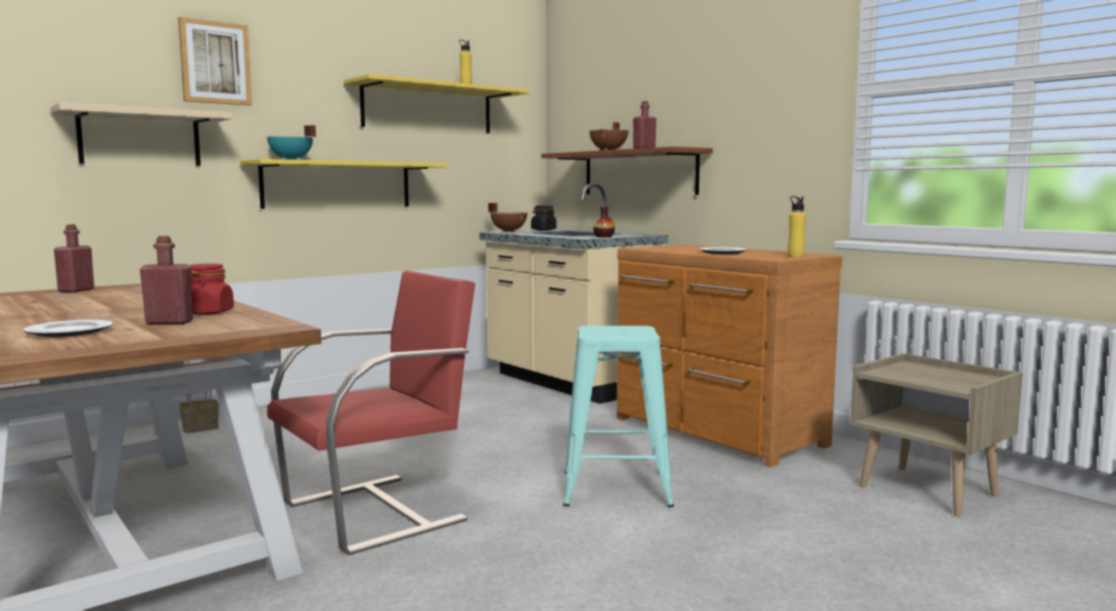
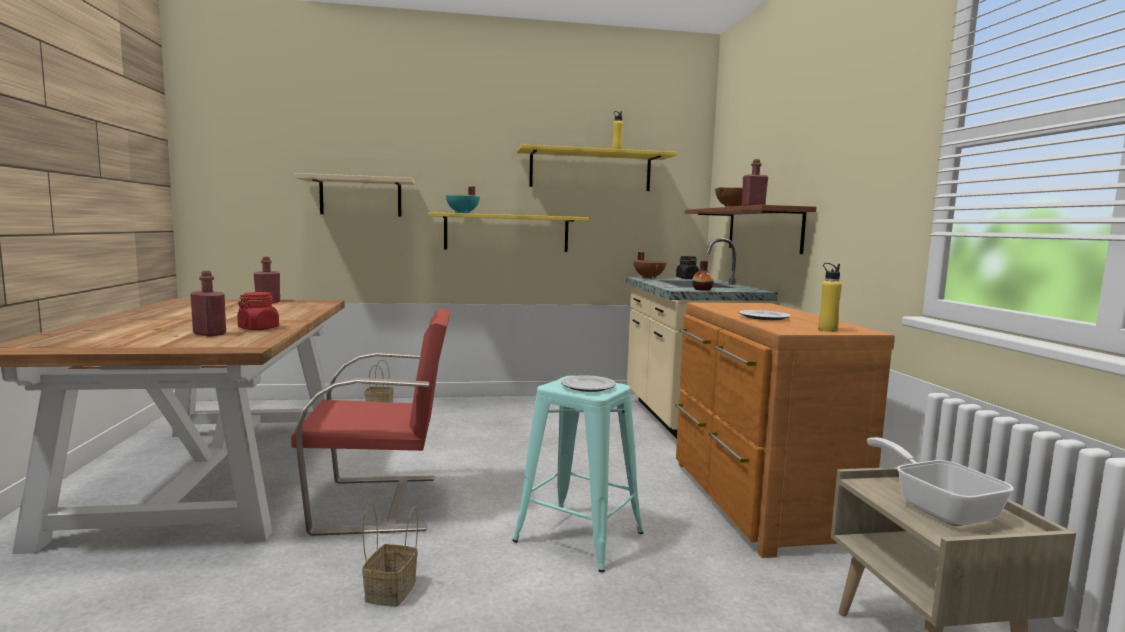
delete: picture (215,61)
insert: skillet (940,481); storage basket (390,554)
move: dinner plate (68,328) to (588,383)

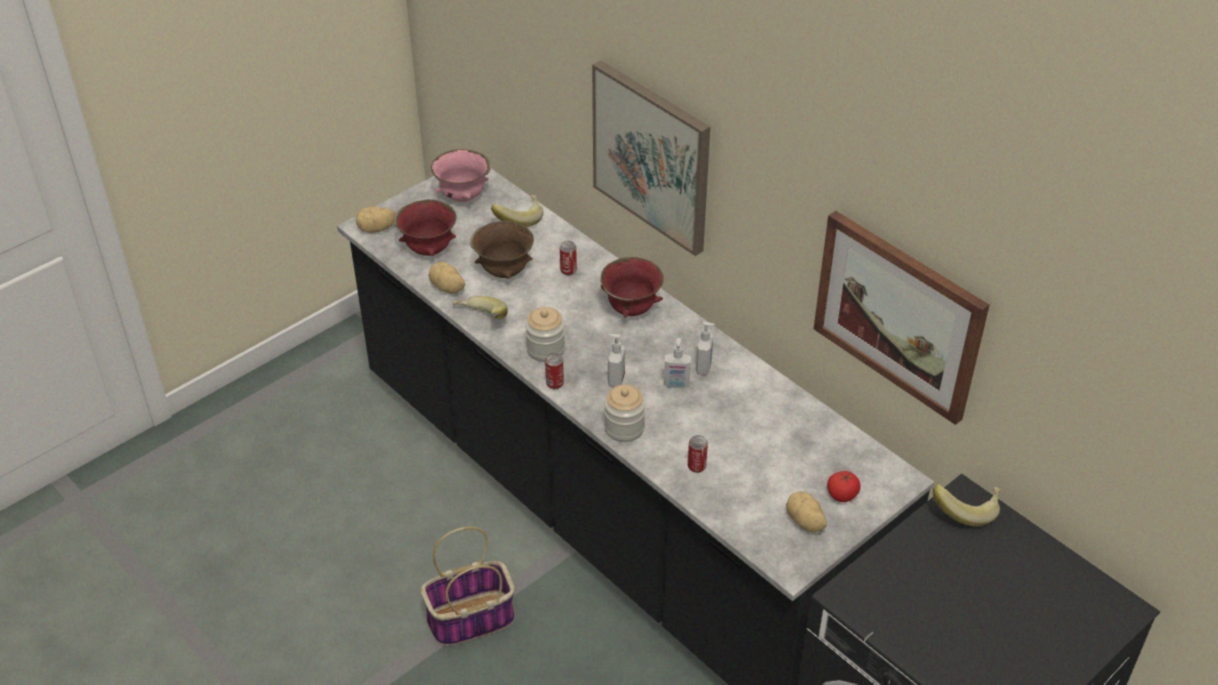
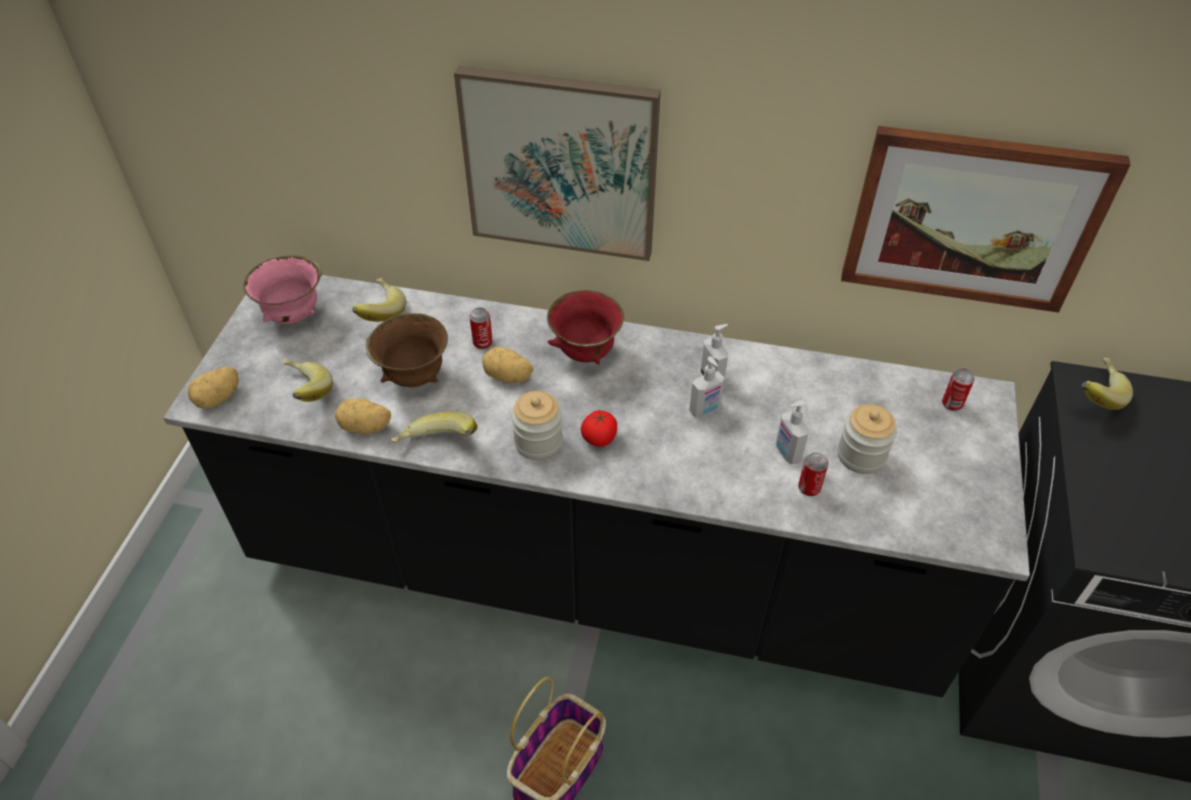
move: soap dispenser (616,360) to (792,432); can (554,371) to (958,389); jar (625,413) to (867,439); tomato (844,486) to (599,428); potato (806,512) to (507,365)
replace: bowl (reddish) (425,227) to banana (308,380)

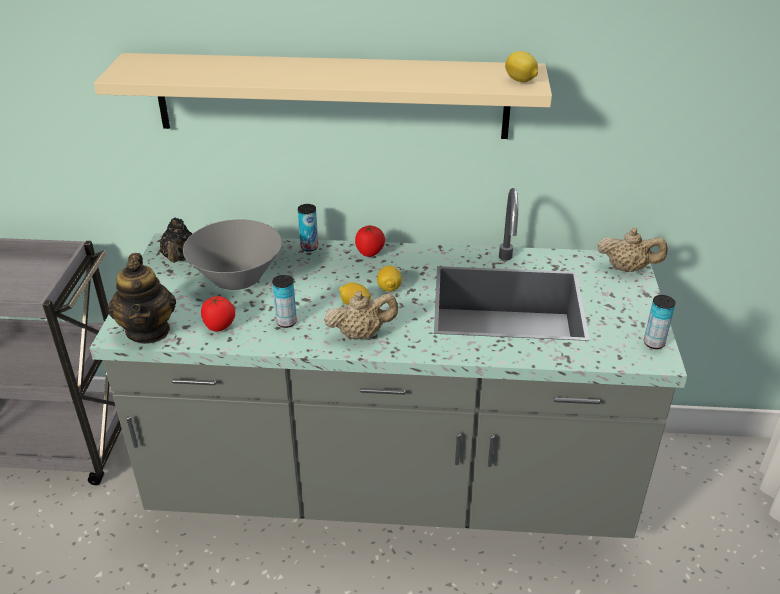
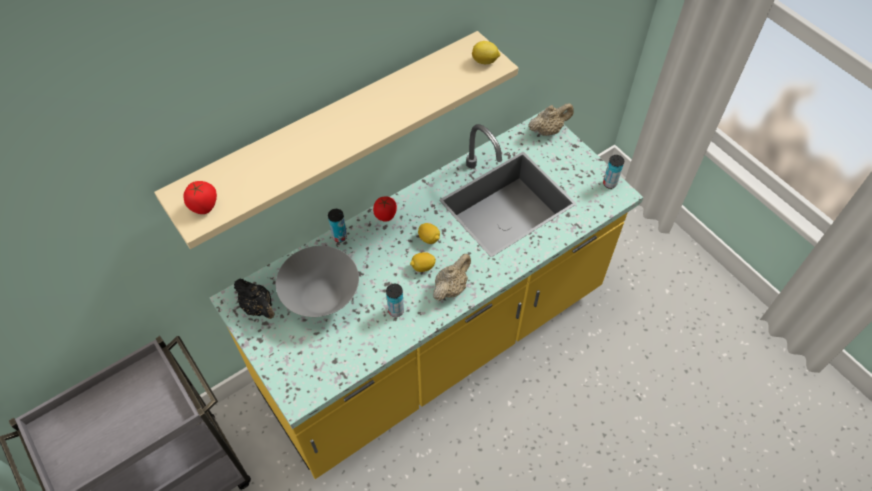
delete: teapot (141,298)
move: tomato (218,314) to (200,197)
recolor: kitchen counter (greyish) (388,363) to kitchen counter (yellow) (426,294)

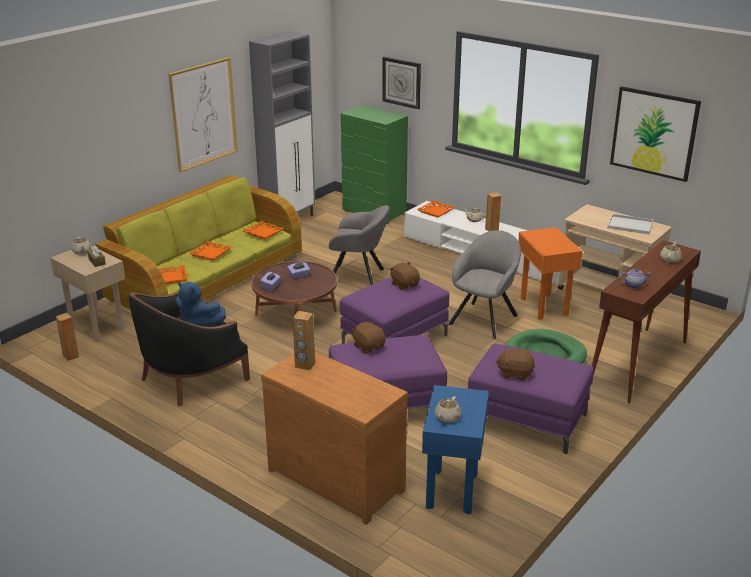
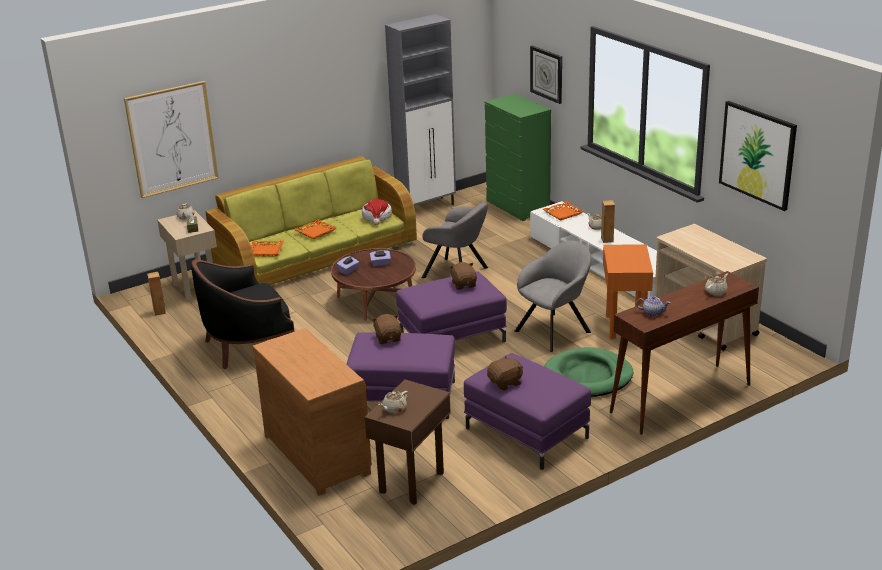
delete: serving tray (white-coloured) (630,224); soft toy (blue-coloured) (200,304); speaker (brown) (304,340)
move: picture (203,114) to (171,139)
replace: serving tray (orangey) (263,230) to clothing hat (377,212)
recolor: side table (blue-coloured) (455,449) to side table (brown) (408,442)
rotate: soft toy (brown) (515,364) = (505,373) 120 degrees clockwise

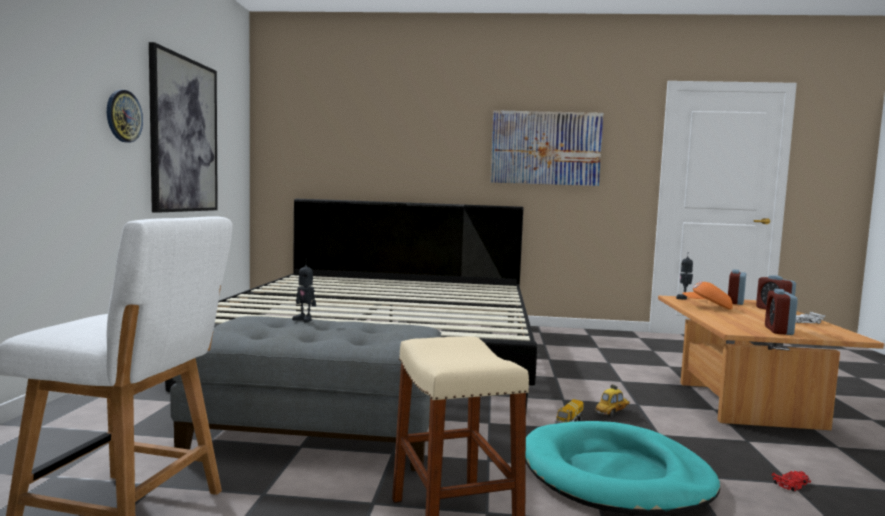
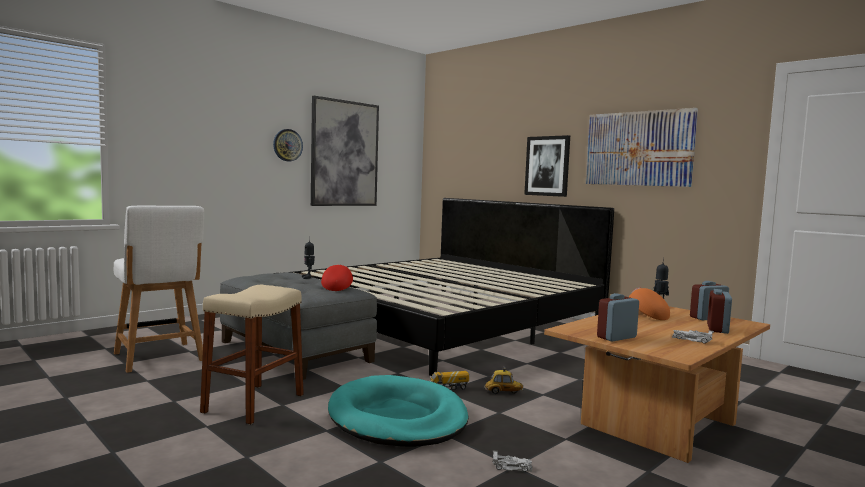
insert: picture (547,166); peaked cap (reddish) (337,277)
recolor: miniature car (reddish) (791,481) to miniature car (white-coloured) (512,461)

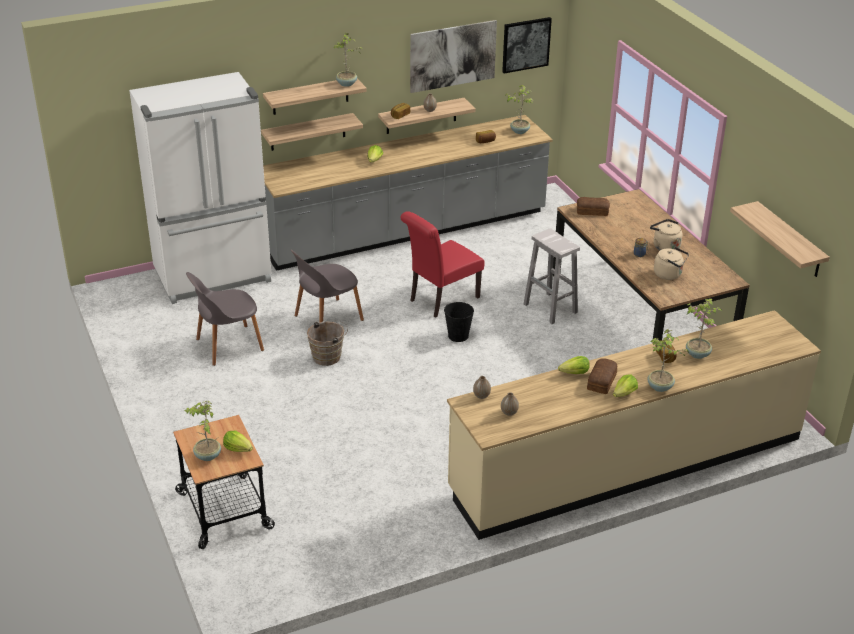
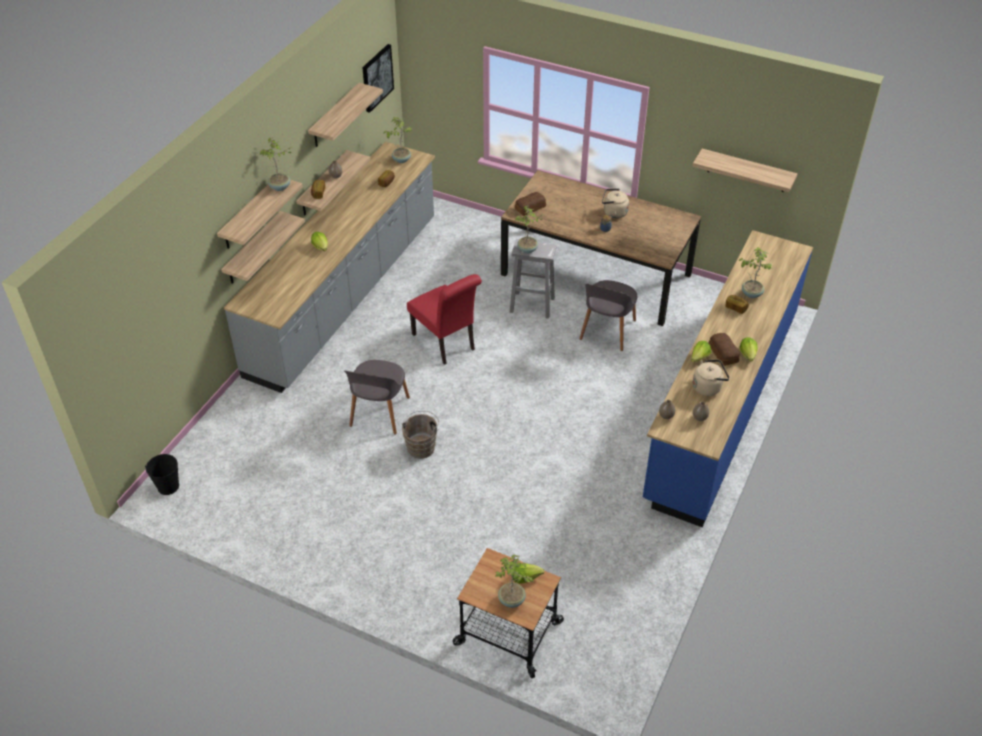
delete: kitchen fridge (white-coloured) (200,188)
move: water kettle (beige) (671,263) to (711,378); upright chair (greyish) (225,319) to (608,315); pail (black-coloured) (459,322) to (162,474); houseplant (668,360) to (529,229)
replace: picture (453,56) to bracket shelf (345,115)
recolor: kitchen counter (beige) (634,425) to kitchen counter (blue-coloured) (728,378)
rotate: upright chair (reddish) (443,264) = (444,319) 45 degrees counterclockwise

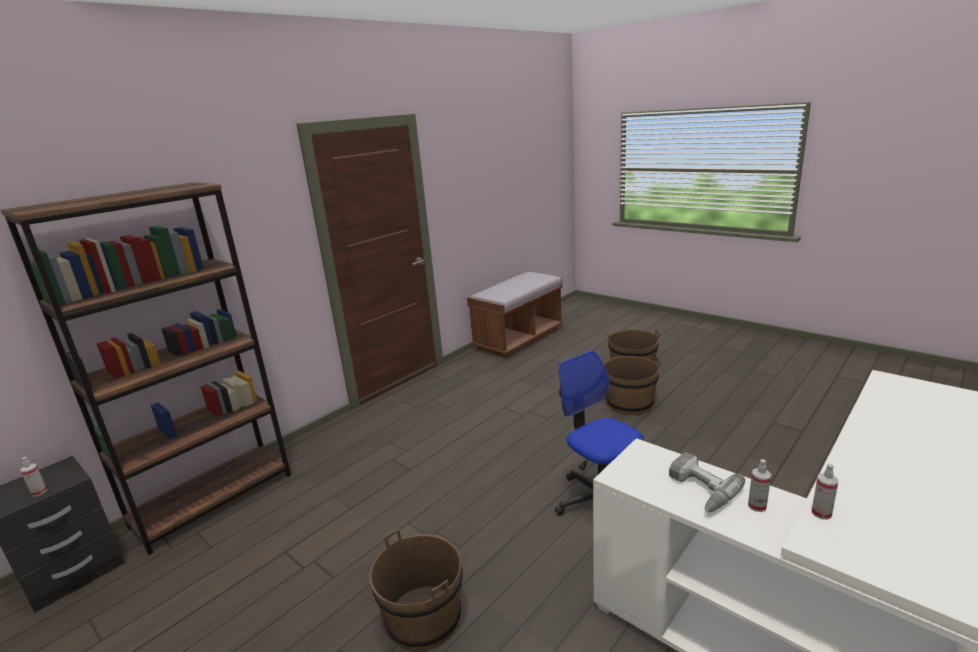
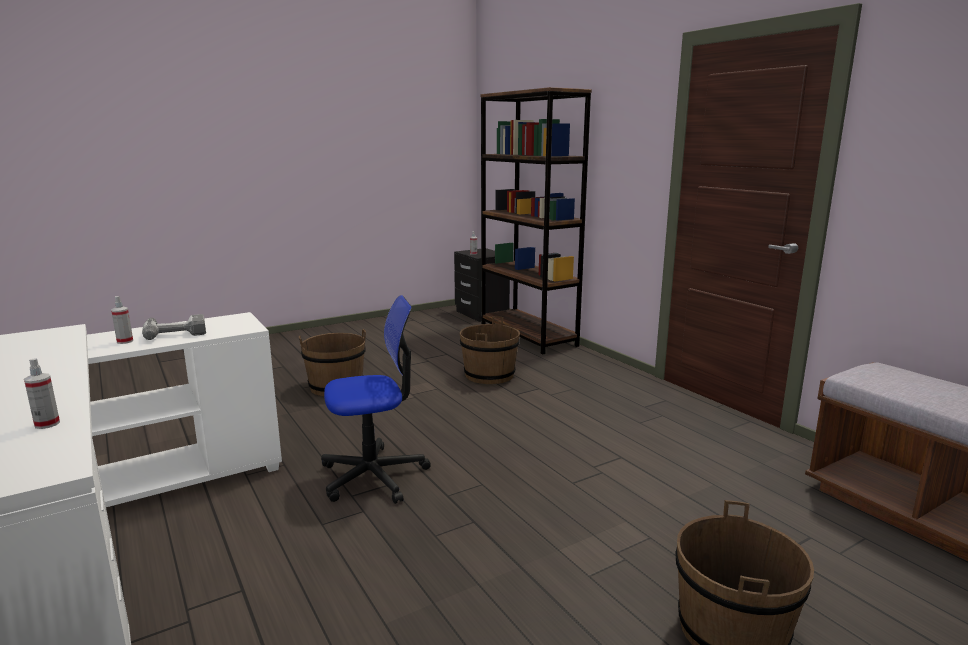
move: pail (brown) (631,385) to (490,350); hand sprayer (825,492) to (42,393)

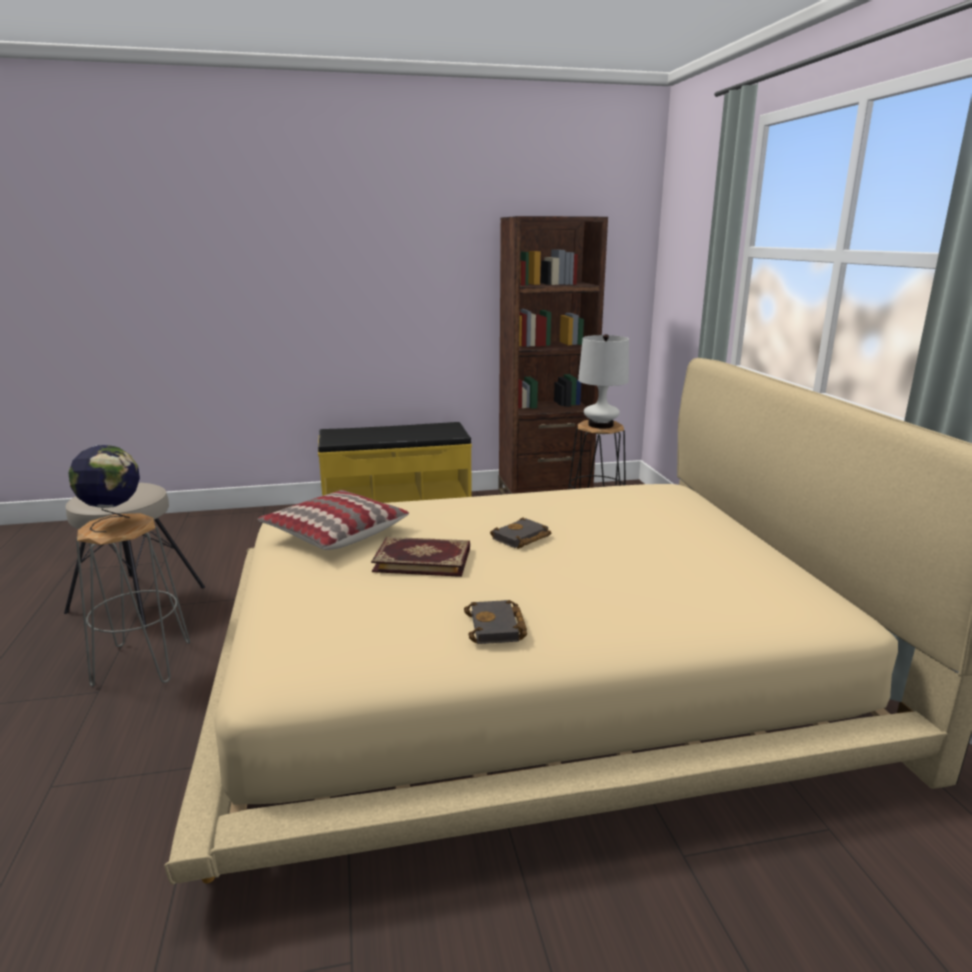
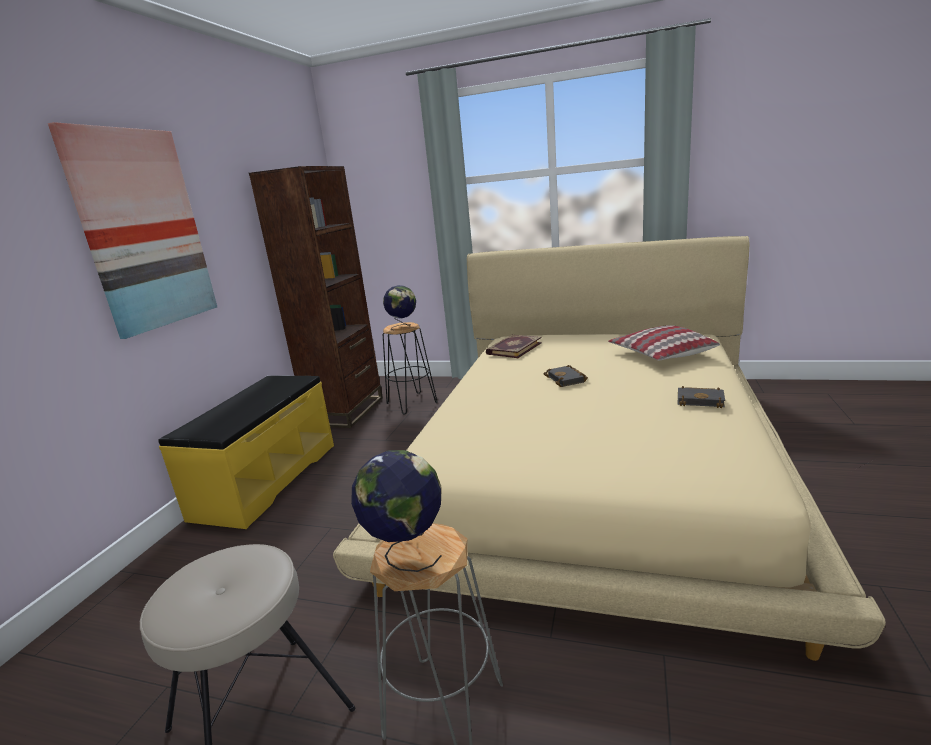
insert: picture (132,230)
move: pillow (333,520) to (664,343); volume (420,557) to (514,346)
replace: tabletop lamp (white-coloured) (603,381) to desk globe (399,307)

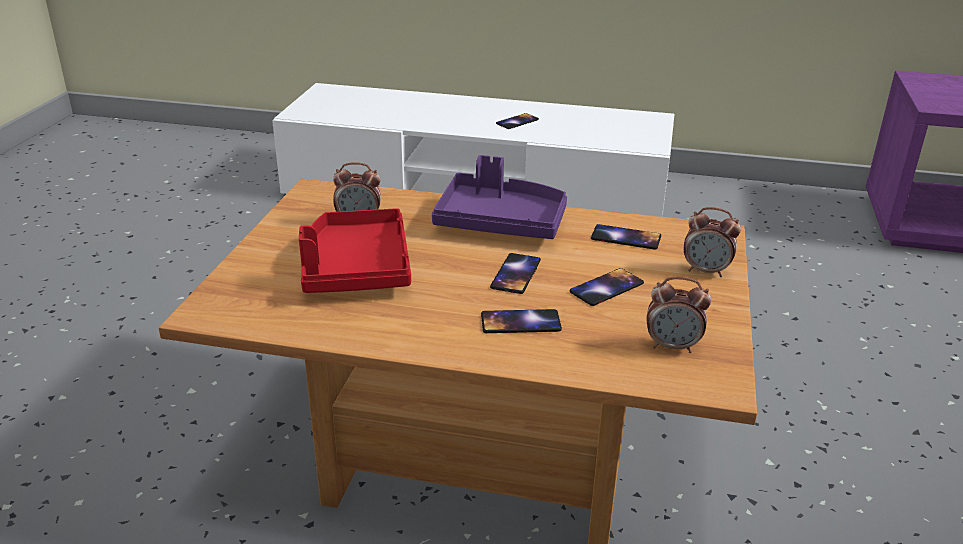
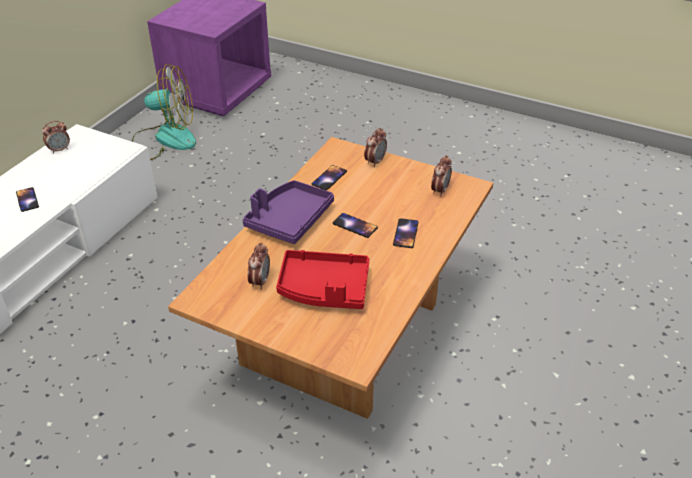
delete: phone (607,287)
insert: fan (164,112); bedside clock (56,137)

